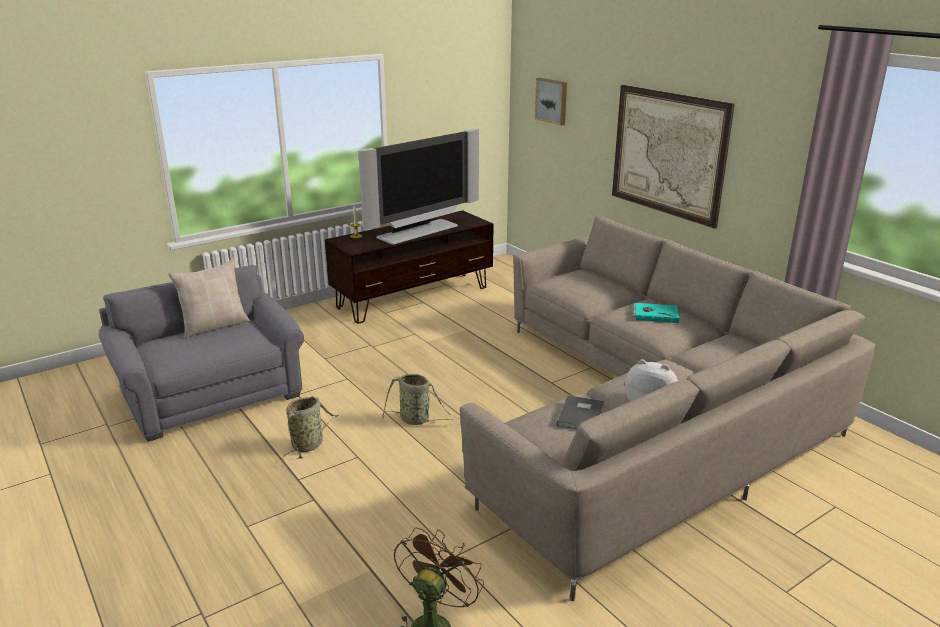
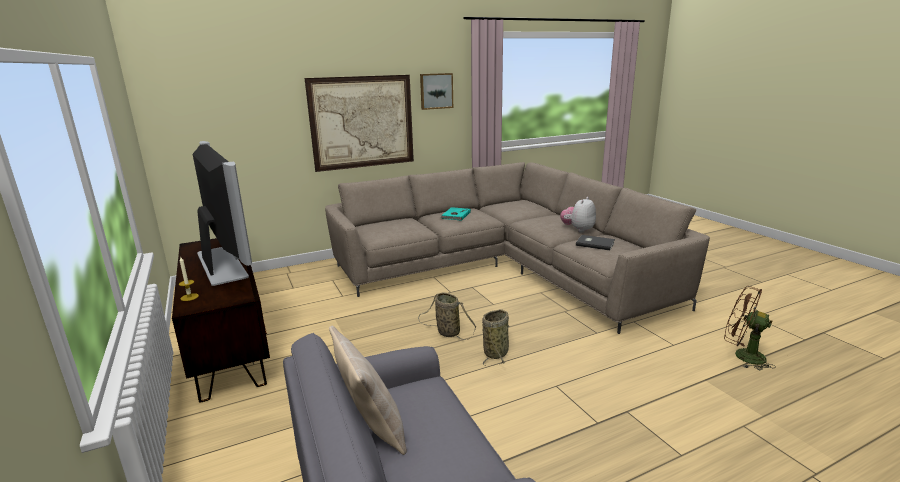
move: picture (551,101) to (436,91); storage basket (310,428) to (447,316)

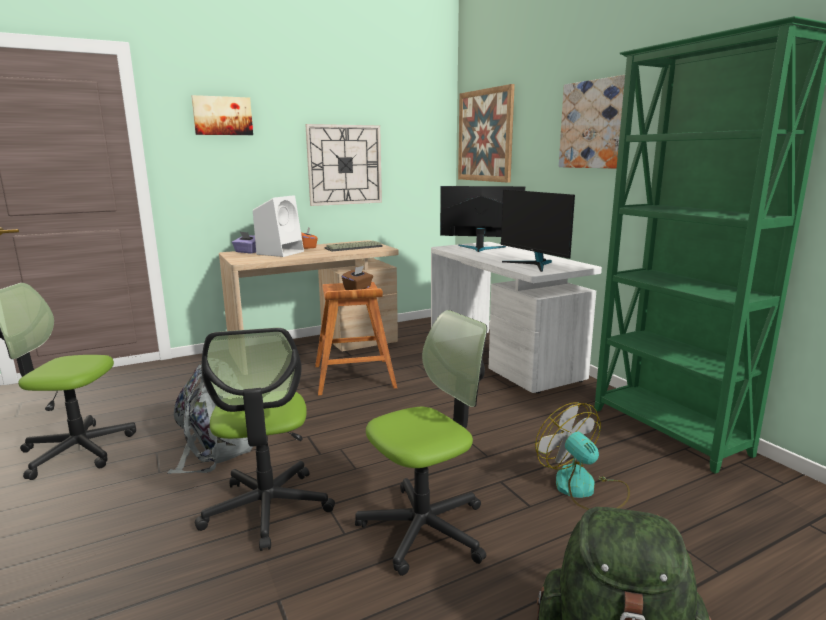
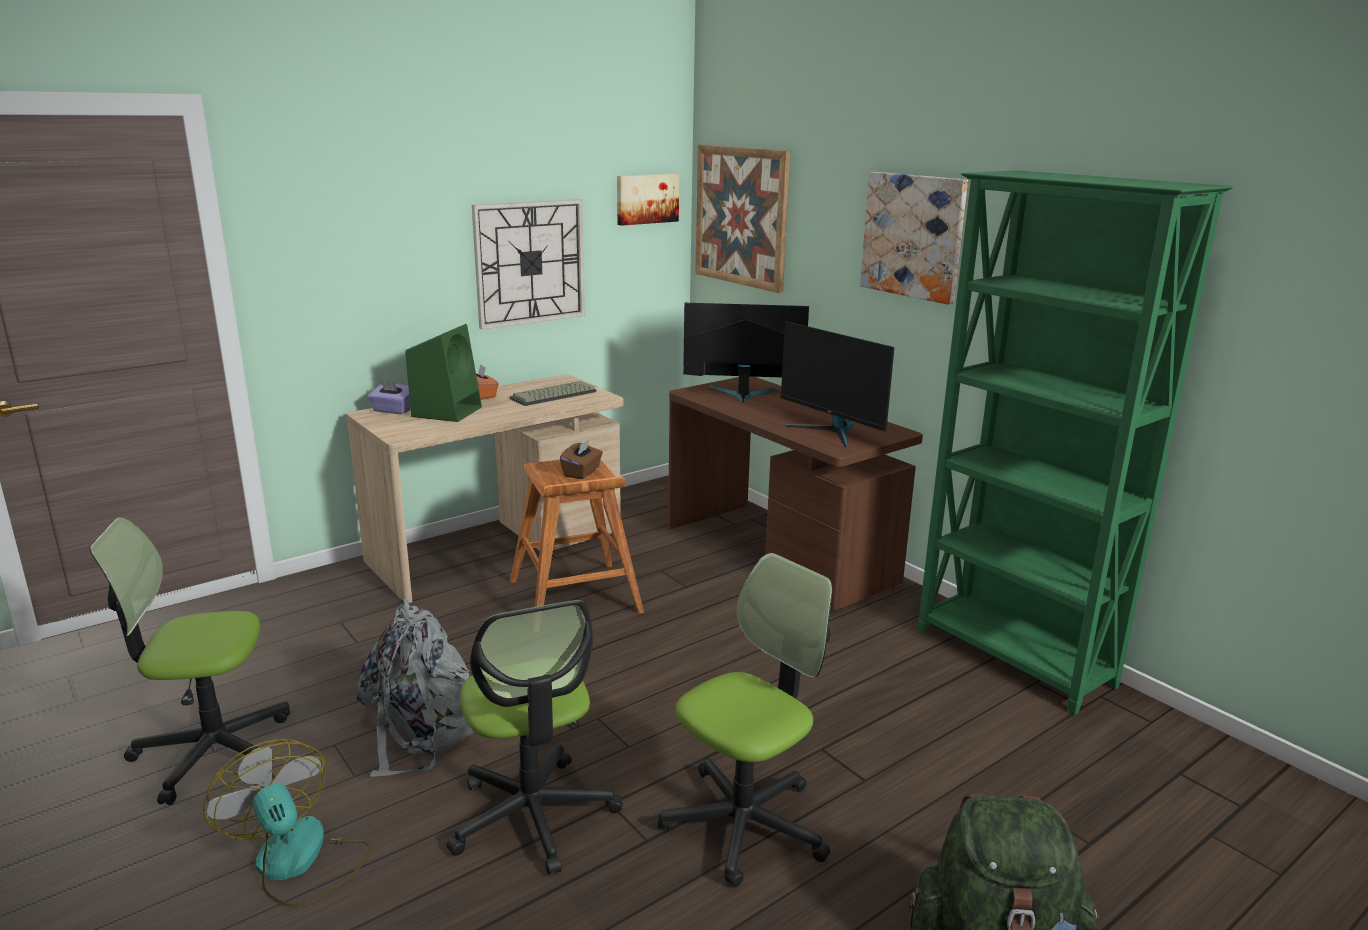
move: picture (222,115) to (648,200); fan (582,456) to (287,823)
recolor: speaker (white-coloured) (278,226) to speaker (green-coloured) (443,373); desk unit (white-coloured) (516,317) to desk unit (brown) (795,493)

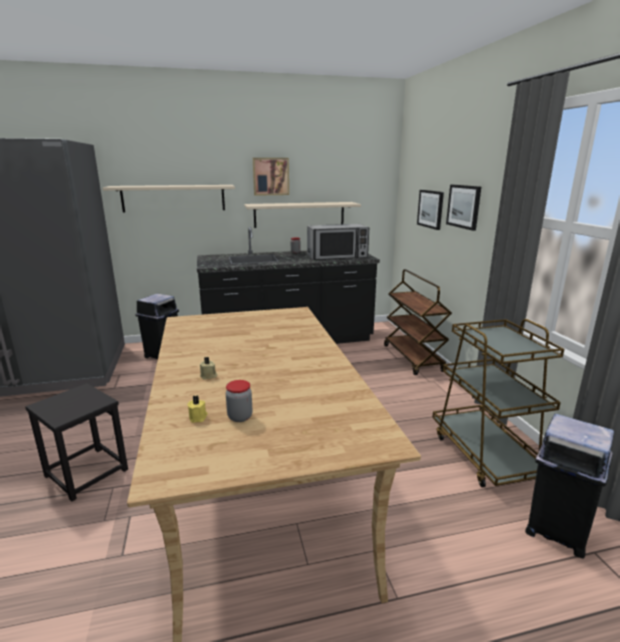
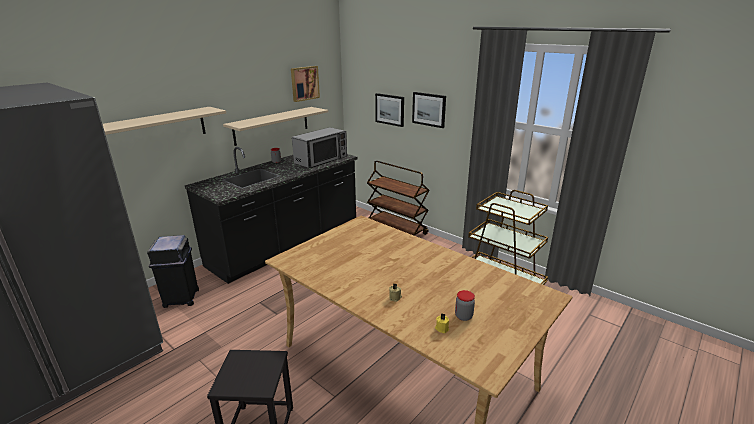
delete: rubbish bin (black-coloured) (569,486)
move: picture (271,177) to (305,84)

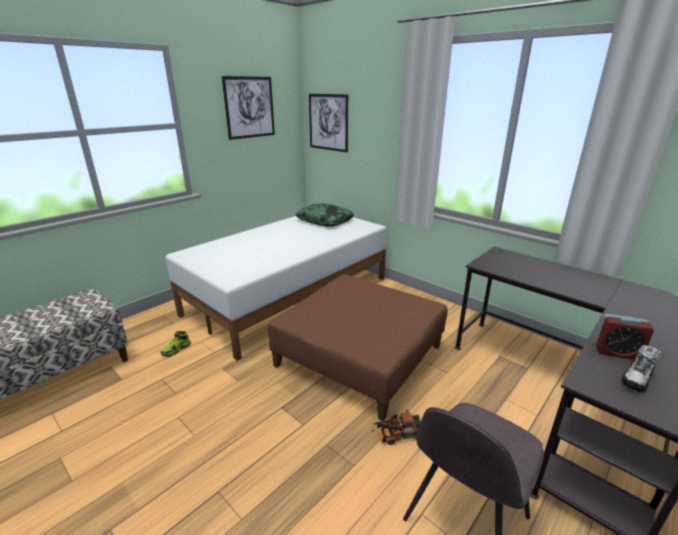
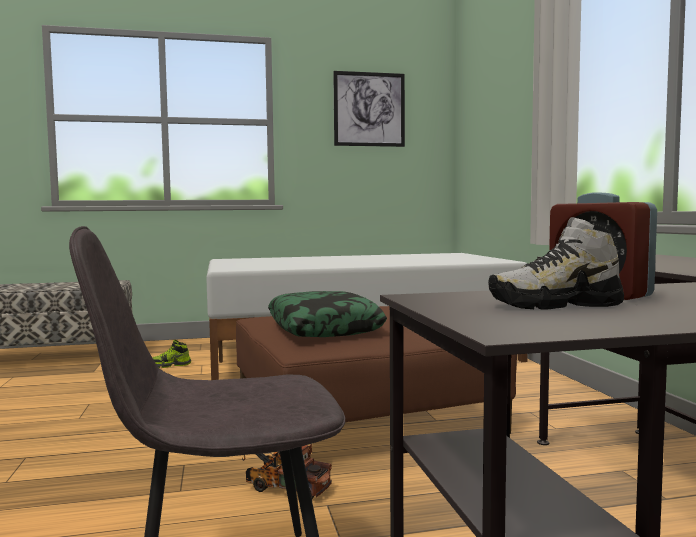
delete: picture (328,123)
move: pillow (324,215) to (327,314)

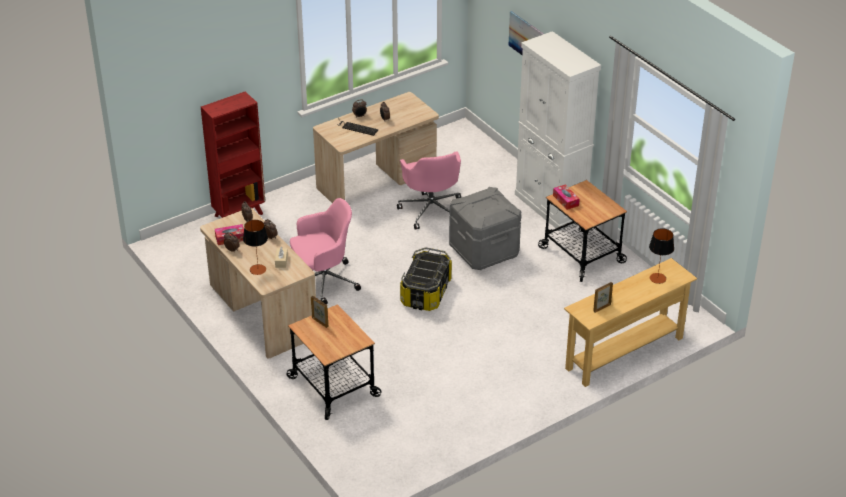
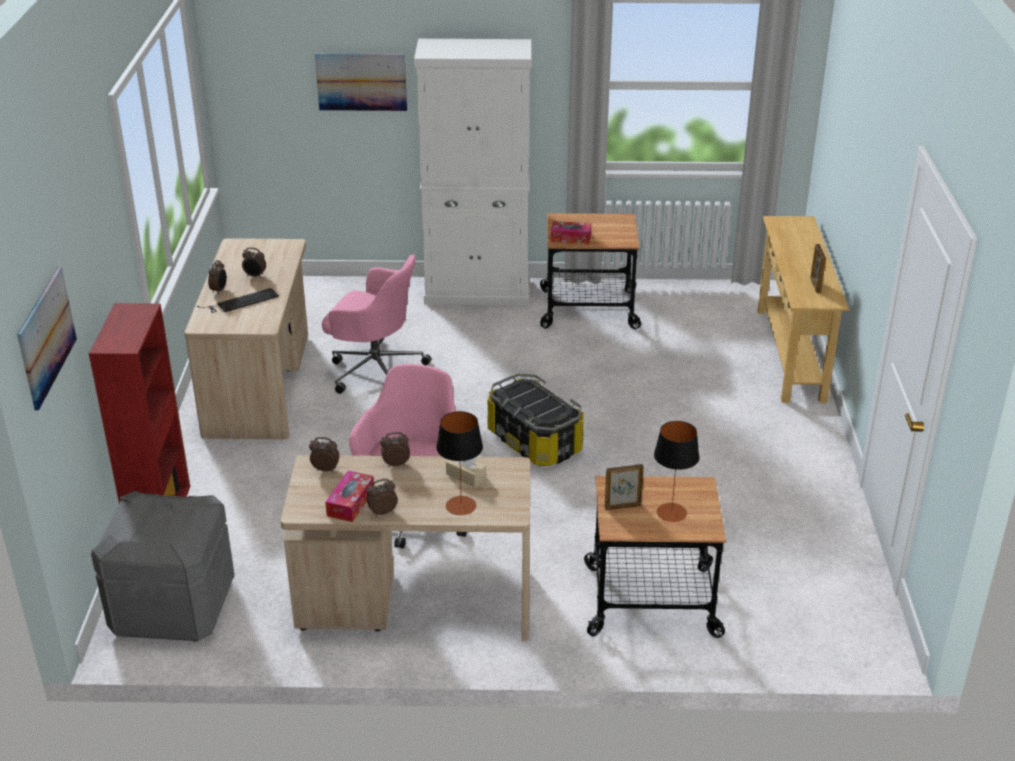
insert: picture (47,339)
move: storage bin (greyish) (485,228) to (163,566); tabletop lamp (661,256) to (677,471)

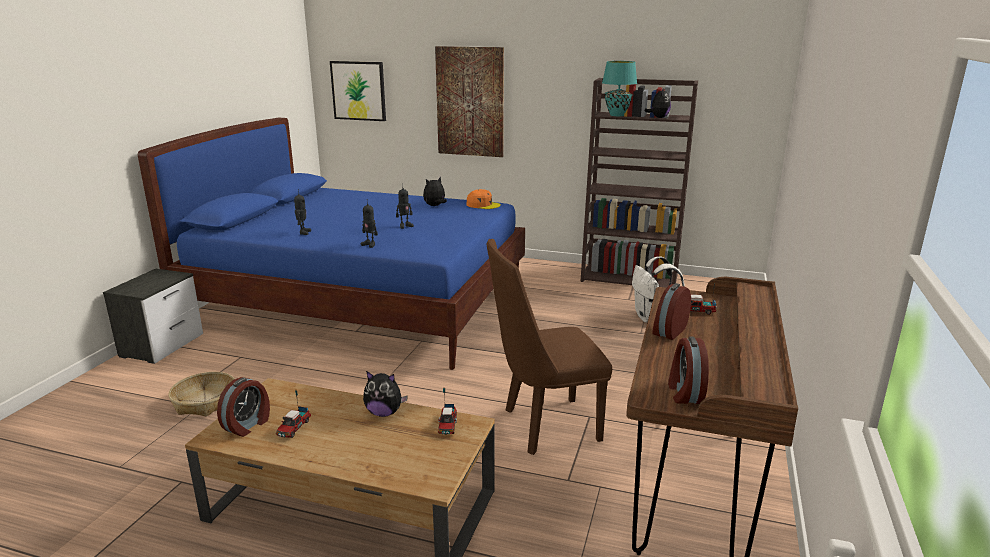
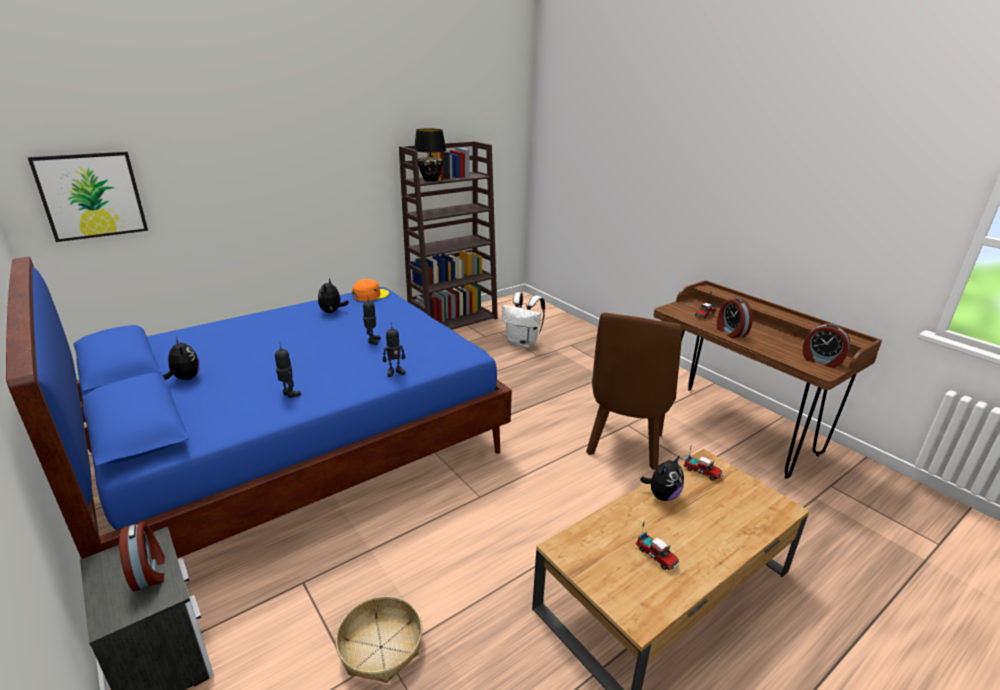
delete: picture (469,101)
move: soft toy (658,103) to (181,359); bedside clock (243,407) to (142,556)
recolor: tabletop lamp (turquoise-coloured) (619,88) to tabletop lamp (black-coloured) (430,155)

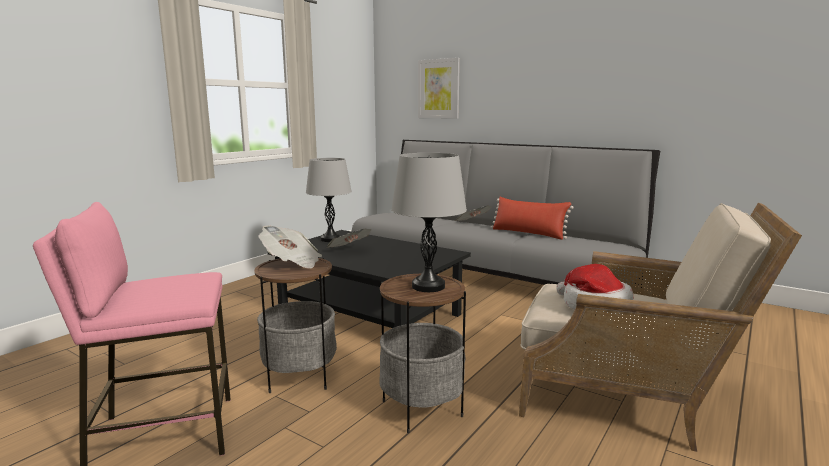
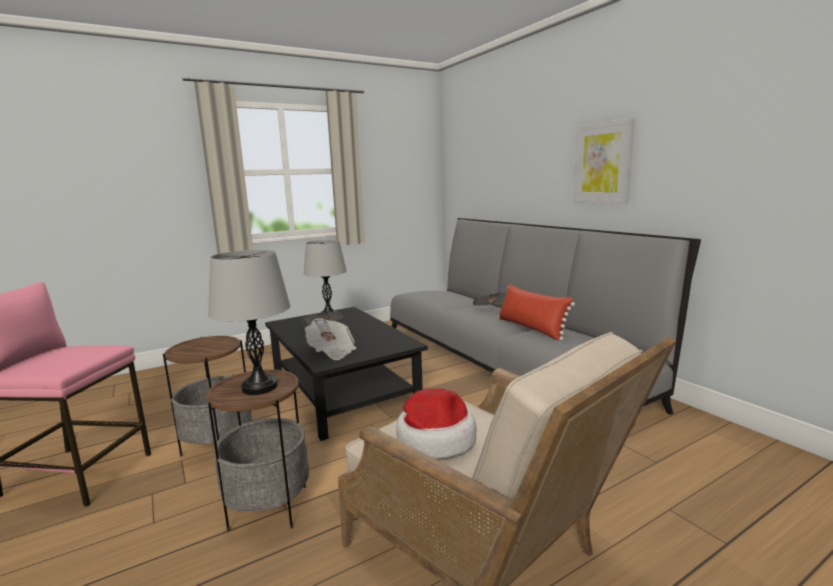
move: picture (439,88) to (603,161); printed paper (290,247) to (331,339)

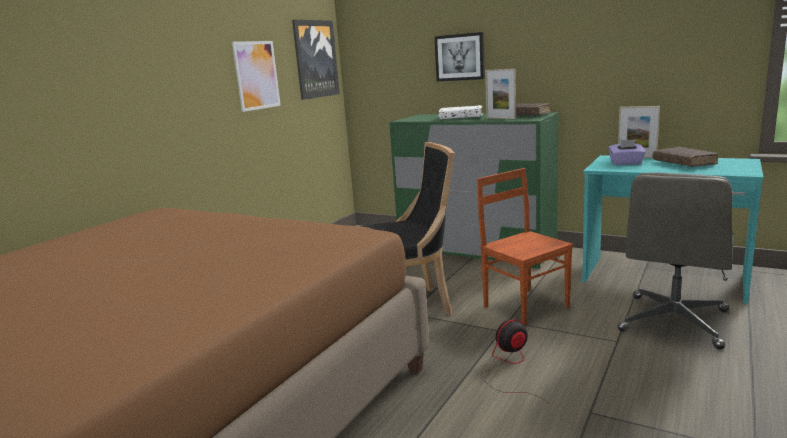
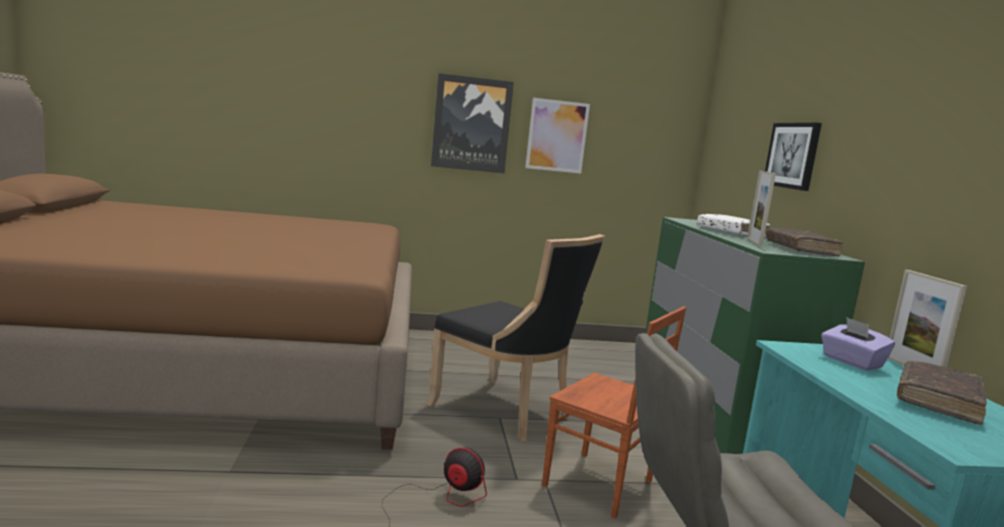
move: picture (316,60) to (472,123)
rotate: upright chair (brown) (525,247) = (614,412) 105 degrees clockwise

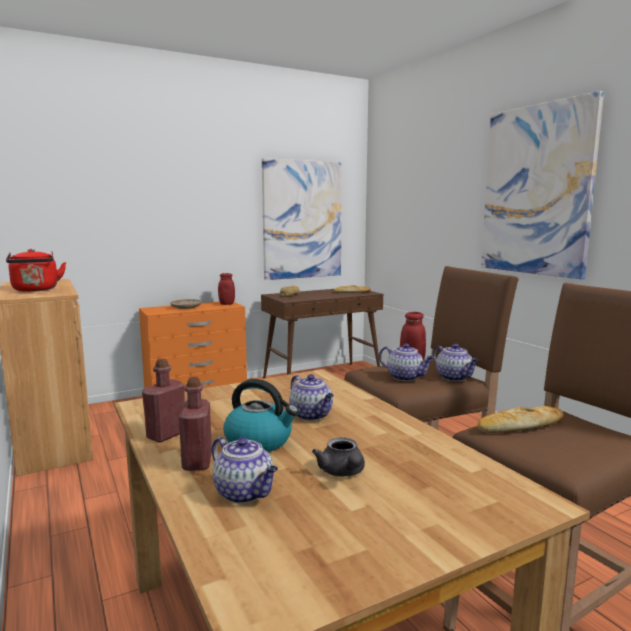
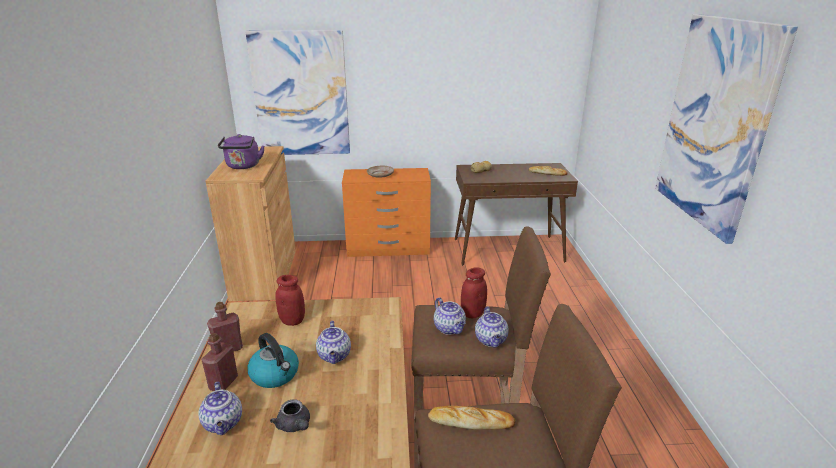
move: picture (302,219) to (297,92); jar (reddish) (226,289) to (290,300)
recolor: water kettle (reddish) (36,270) to water kettle (purple) (241,151)
rotate: teapot (greyish) (338,457) = (290,415) 45 degrees counterclockwise

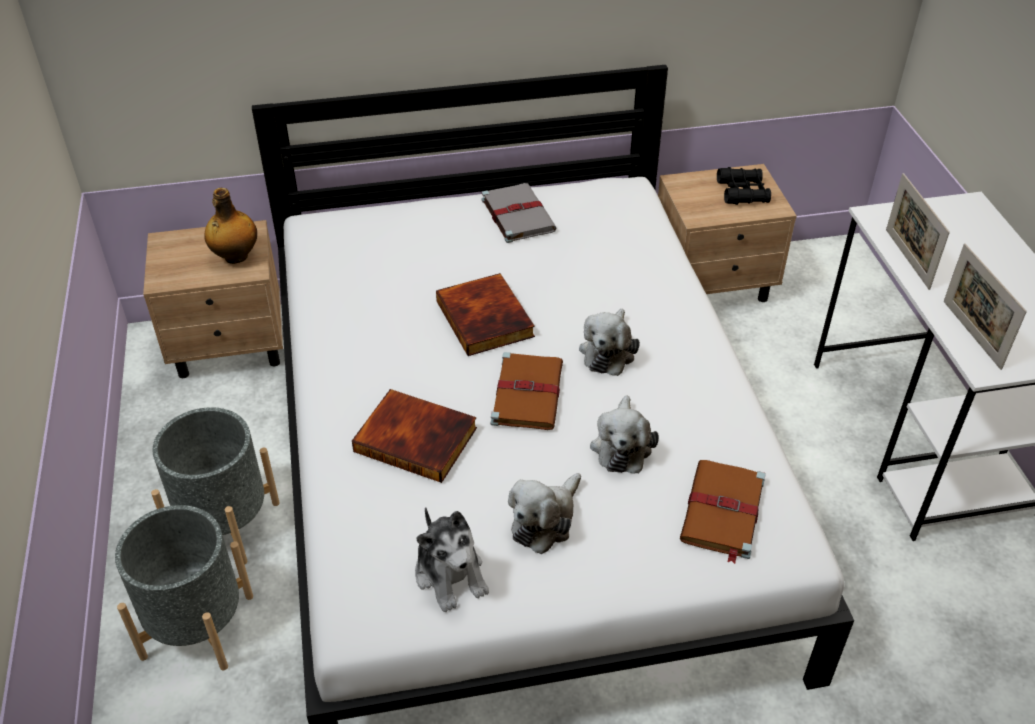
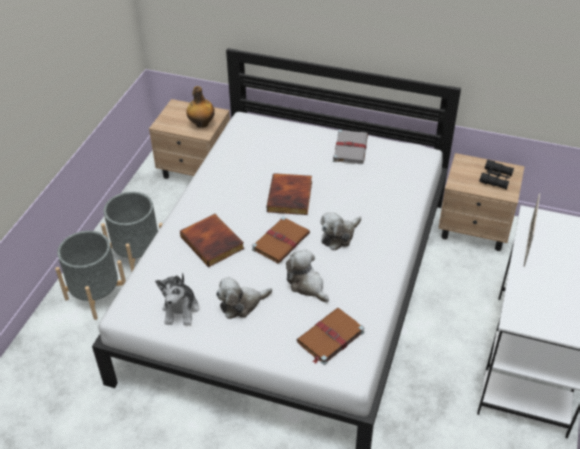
delete: picture frame (985,306)
rotate: soft toy (624,434) = (307,275) 105 degrees clockwise

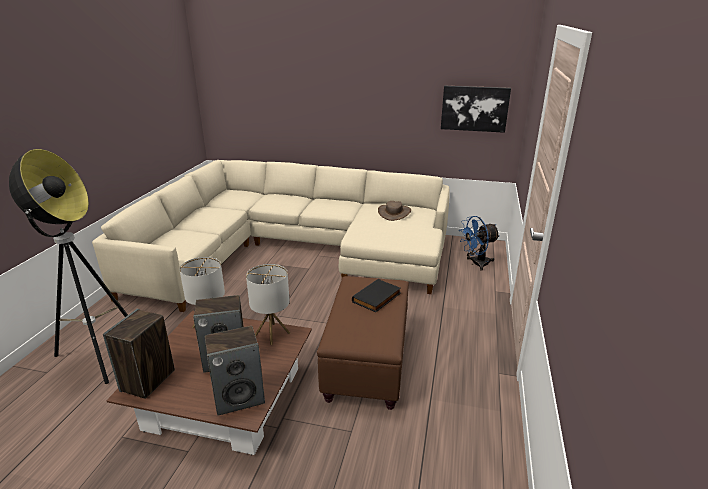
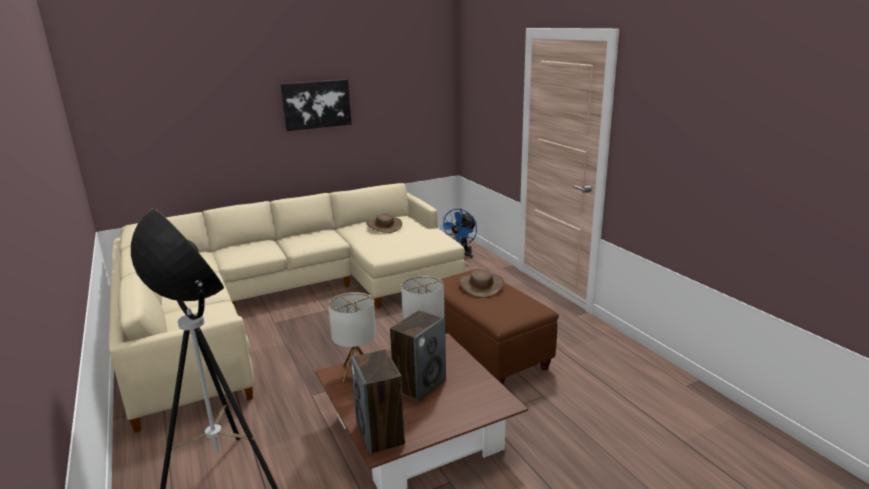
delete: speaker (235,371)
move: picture (476,109) to (315,105)
replace: volume (black-coloured) (376,295) to clothing hat (brown) (481,283)

